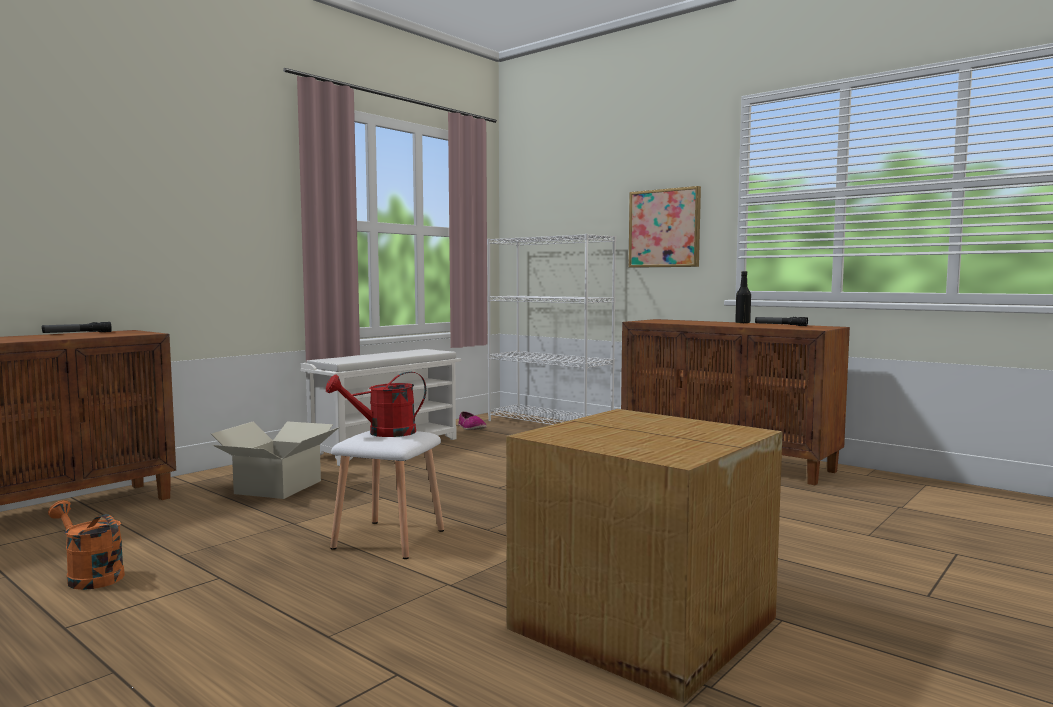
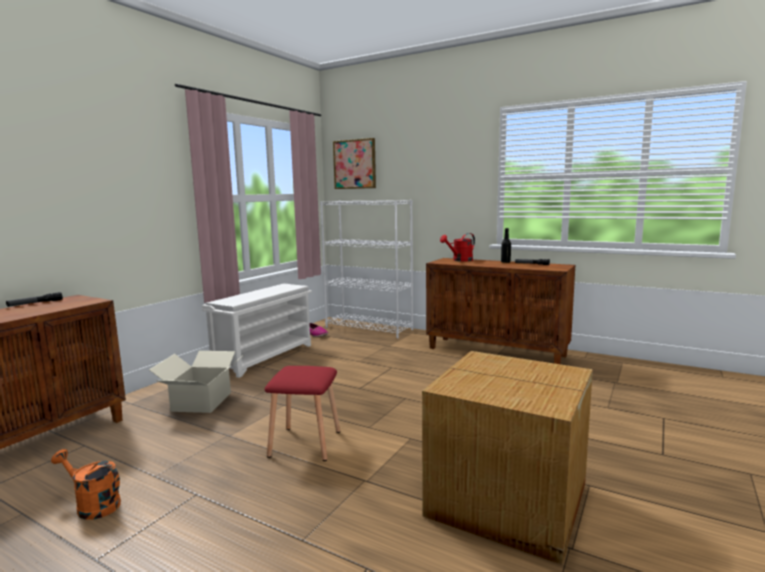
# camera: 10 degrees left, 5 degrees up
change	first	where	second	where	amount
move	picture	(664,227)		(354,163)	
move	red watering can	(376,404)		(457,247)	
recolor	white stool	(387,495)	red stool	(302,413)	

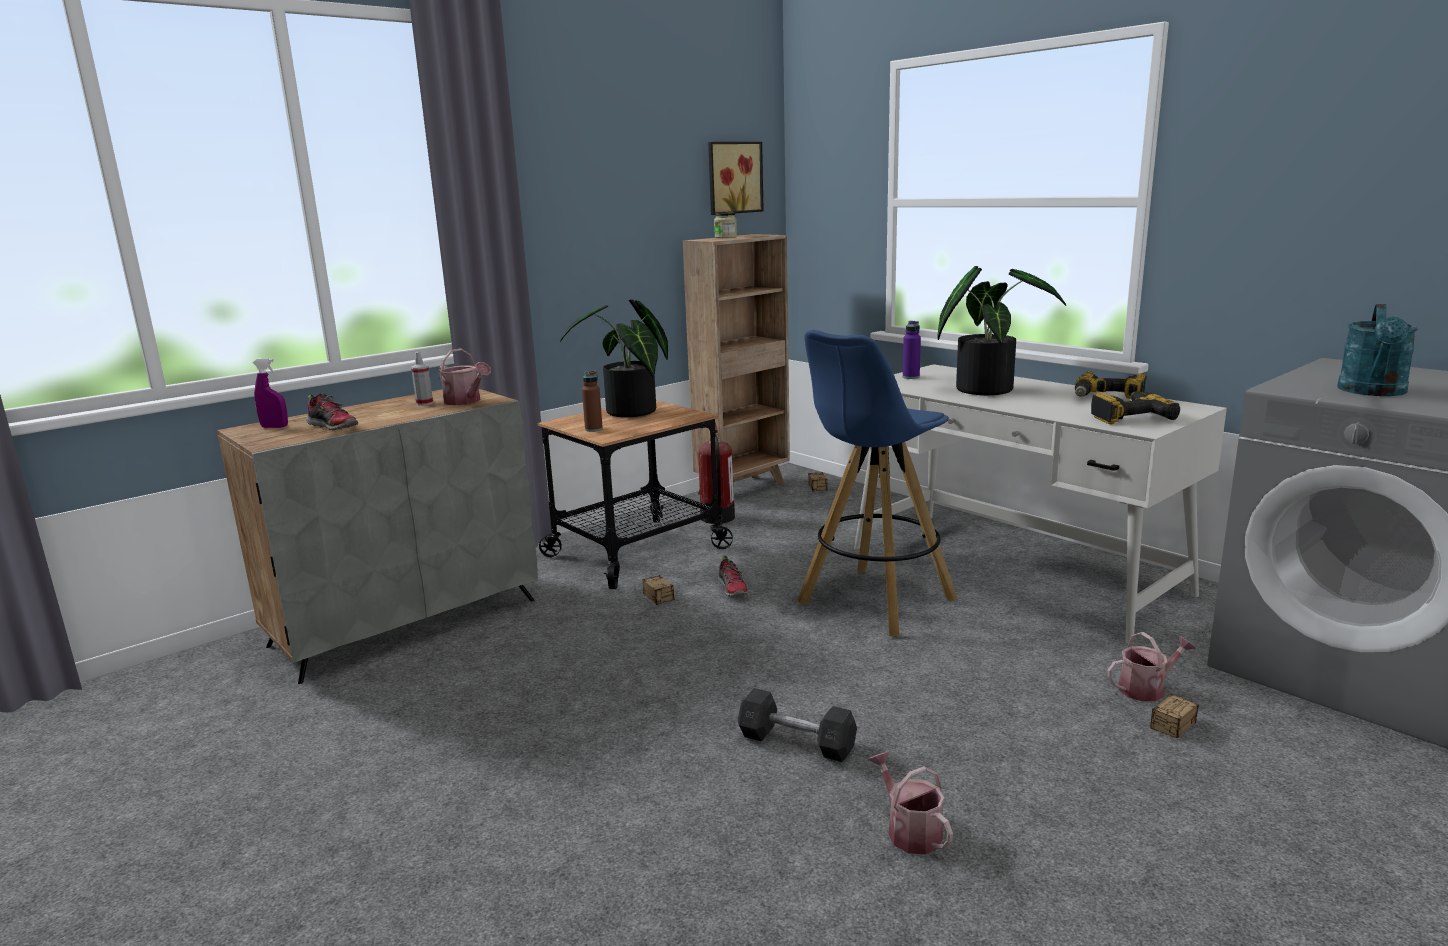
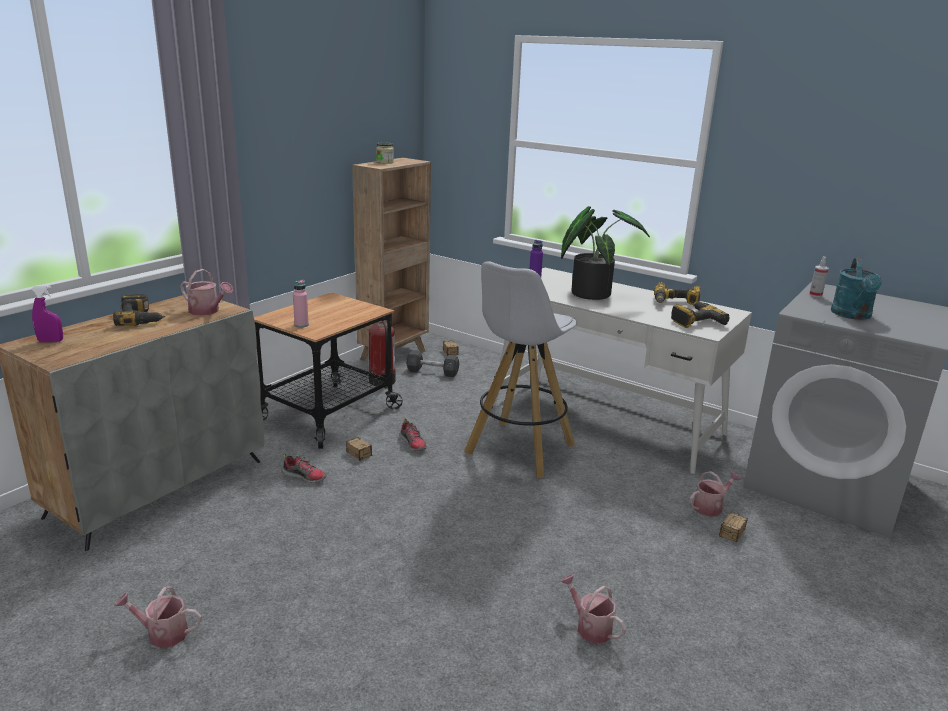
# camera: 15 degrees left, 5 degrees up
change	first	where	second	where	amount
delete	picture	(736,178)			
delete	potted plant	(614,358)			
recolor	blue stool	(877,483)	white stool	(520,370)	
move	spray bottle	(422,379)		(819,277)	
recolor	brown bottle	(592,401)	pink bottle	(301,304)	
move	shoe	(332,412)		(304,468)	
move	grey dumbbell	(797,725)		(432,363)	
insert			power drill	(139,310)	
insert			watering can	(158,617)	

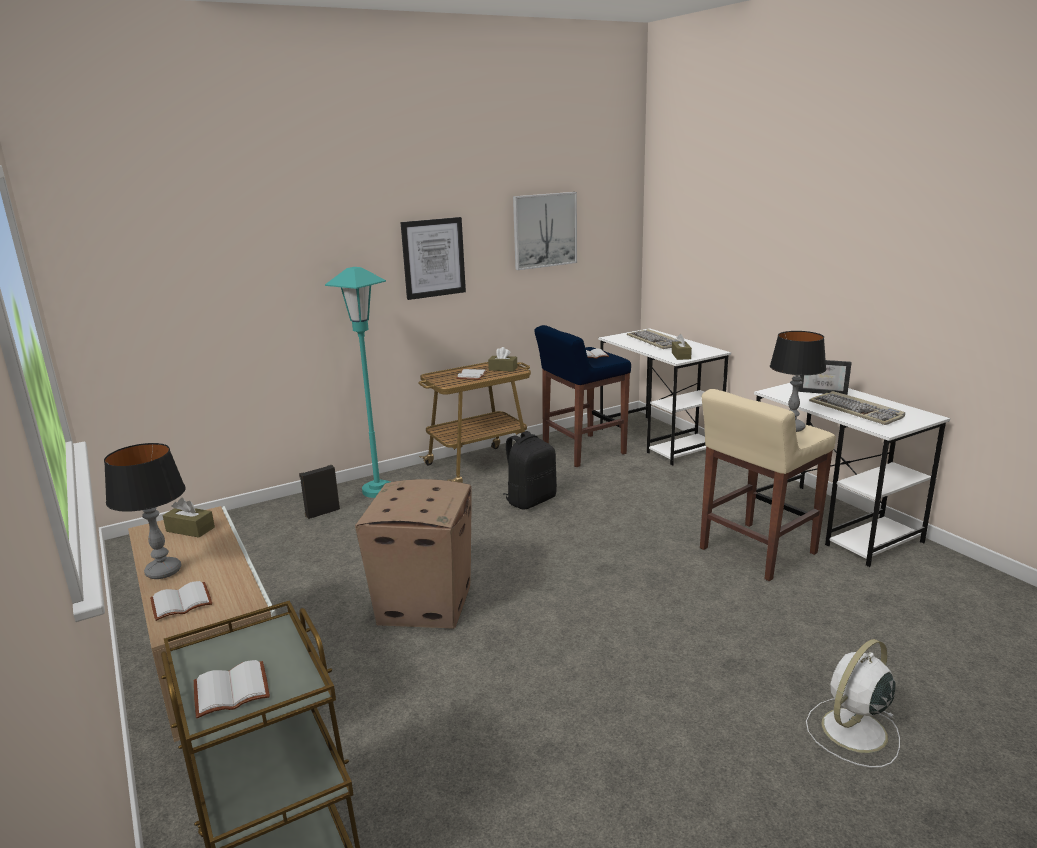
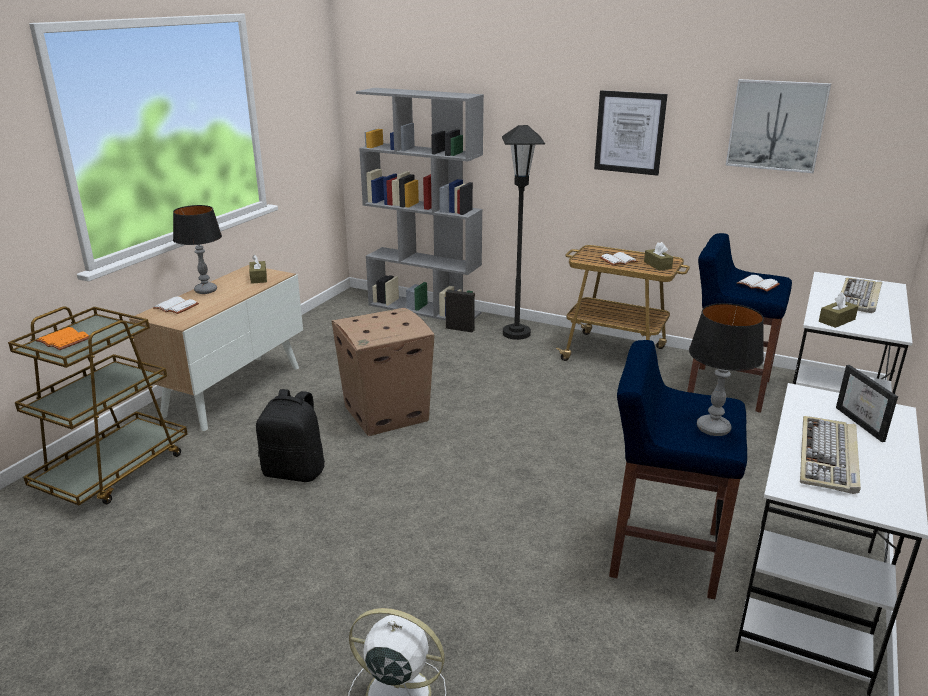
# camera: 55 degrees right, 5 degrees up
change	first	where	second	where	amount
recolor	turquoise floor lamp	(357,382)	black floor lamp	(523,232)	
recolor	beige stool	(768,485)	blue stool	(678,469)	
move	black backpack	(530,470)		(290,435)	
recolor	white book	(232,689)	orange book	(62,338)	
insert			grey bookcase	(420,204)	

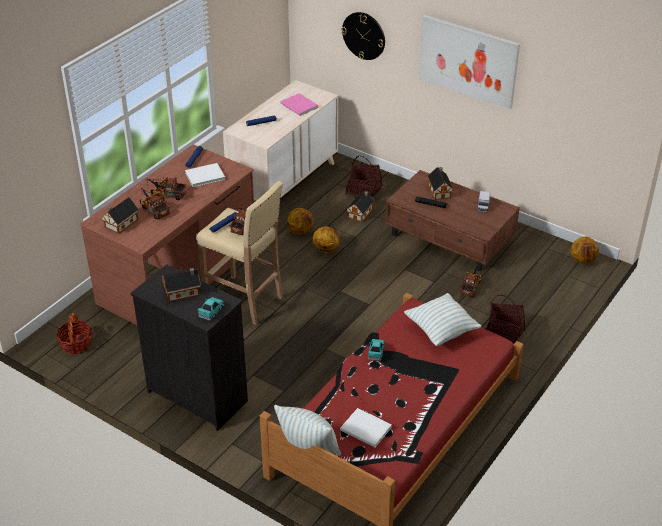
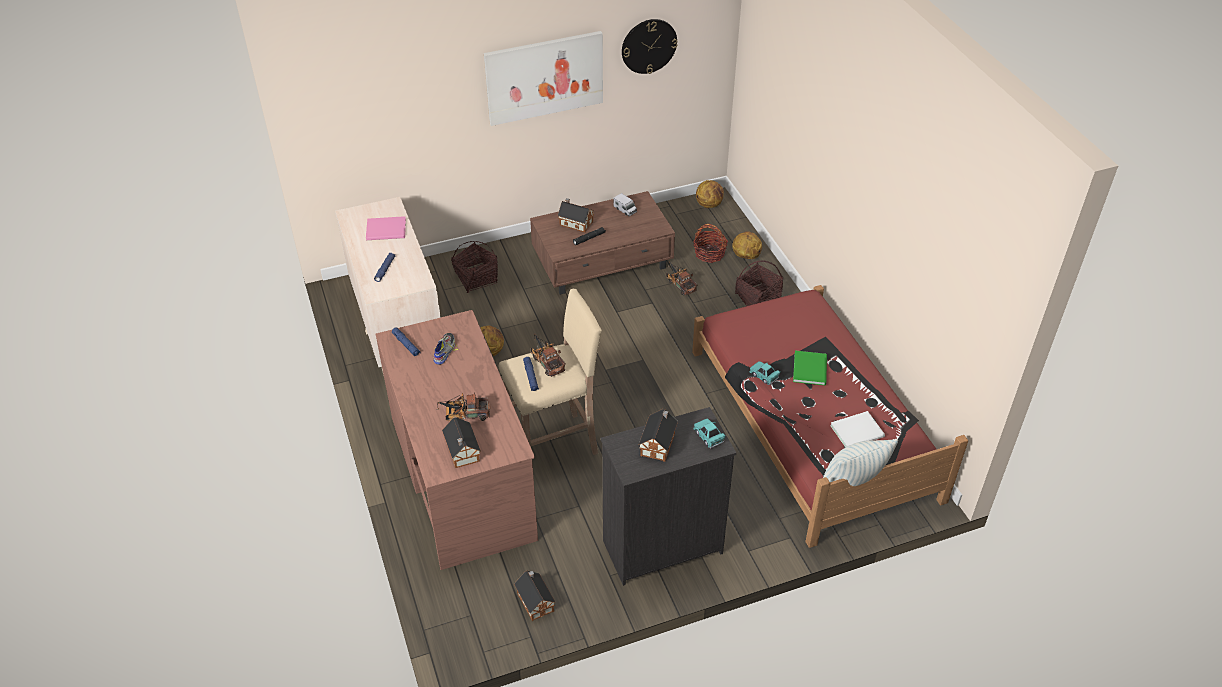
# camera: 55 degrees left, 5 degrees up
change	first	where	second	where	amount
move	wall clock	(363,36)		(649,46)	
replace	white book	(205,175)	shoe	(446,349)	
delete	toy truck	(166,188)			
move	toy house	(361,206)		(535,596)	
move	basketball	(326,239)		(747,245)	
delete	pillow	(443,319)			
move	basket	(74,333)		(710,243)	
insert			green book	(810,368)	

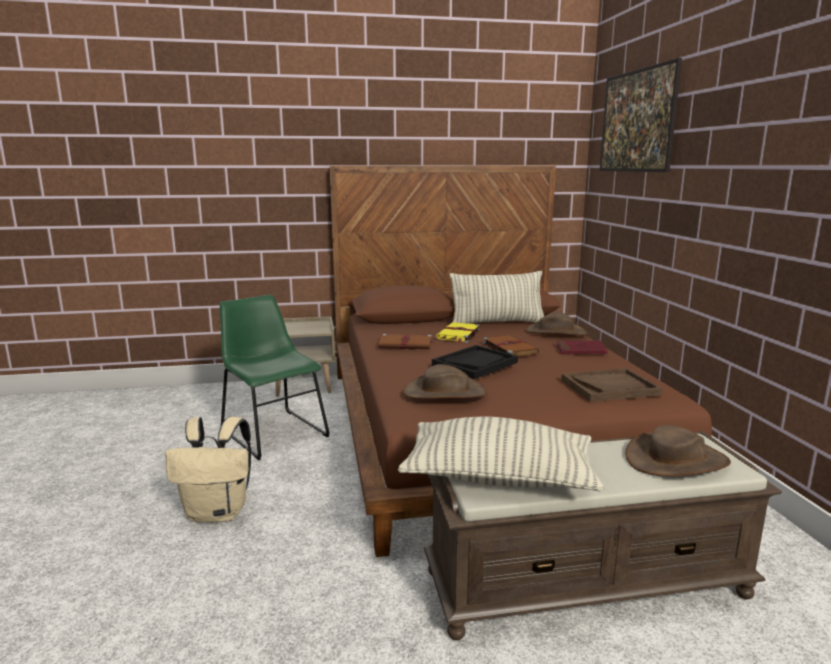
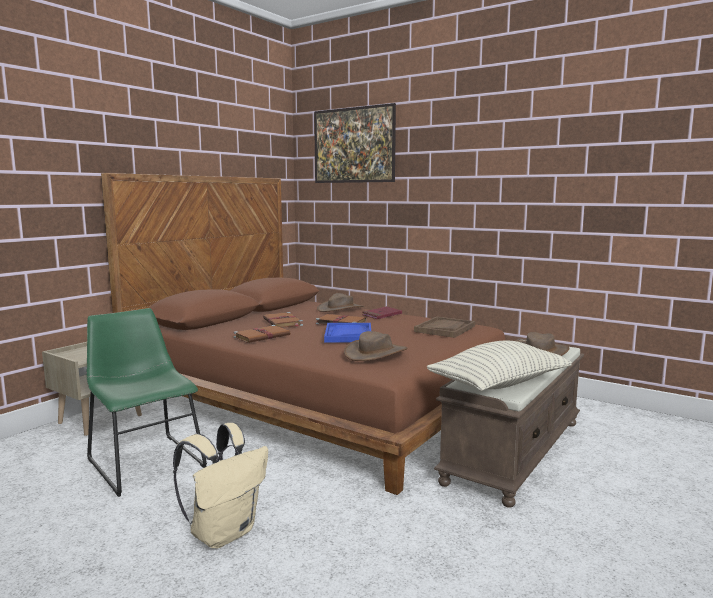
# camera: 45 degrees left, 5 degrees down
change	first	where	second	where	amount
delete	pillow	(497,297)			
rotate	green chair	(275,377)		(146,402)	45 degrees clockwise
recolor	yellow book	(458,332)	brown book	(283,320)	
recolor	black tray	(475,362)	blue tray	(347,333)	

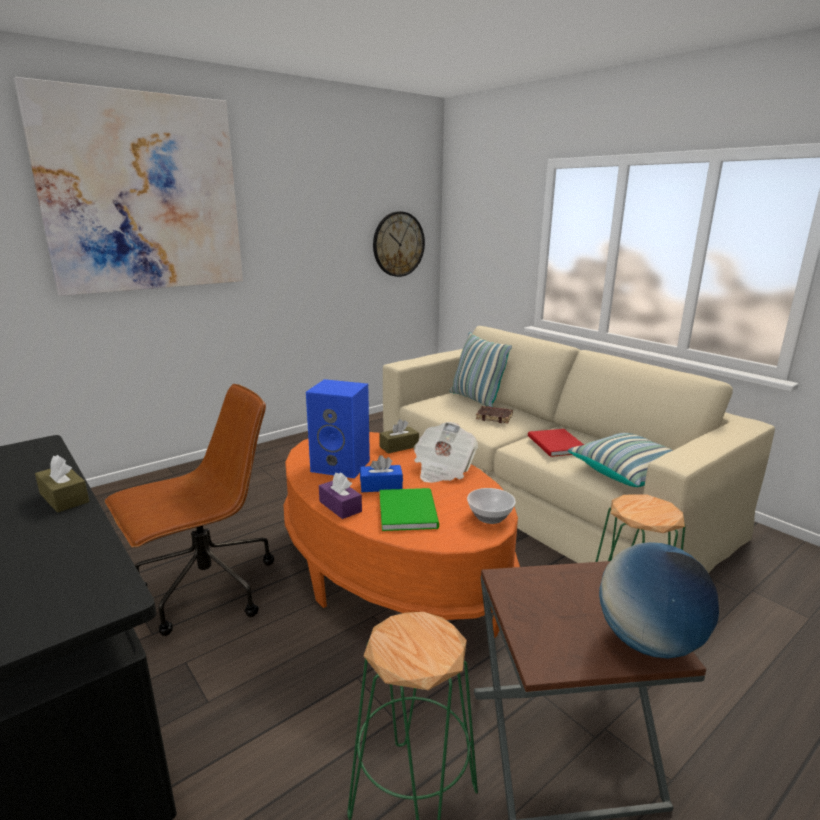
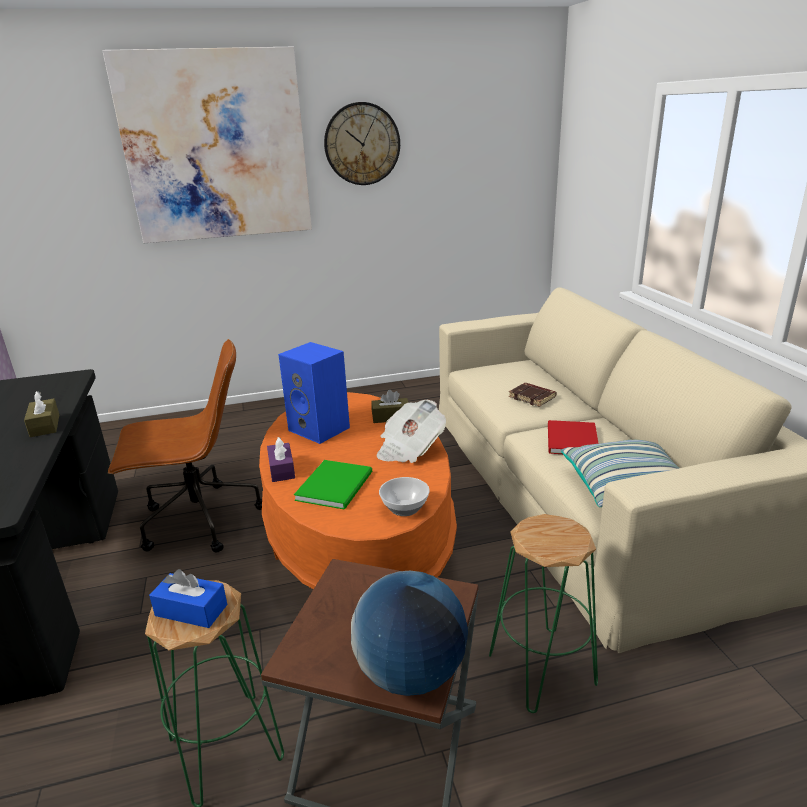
# camera: 25 degrees right, 5 degrees up
change	first	where	second	where	amount
move	wall clock	(399,244)		(362,143)	
delete	pillow	(481,369)			
move	blue tissue box	(381,473)		(188,598)	

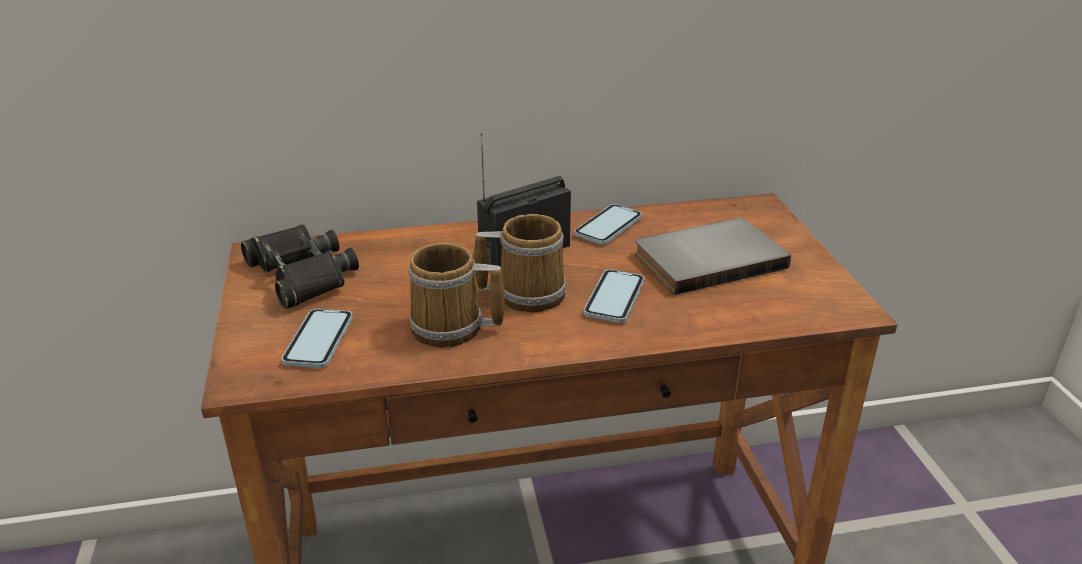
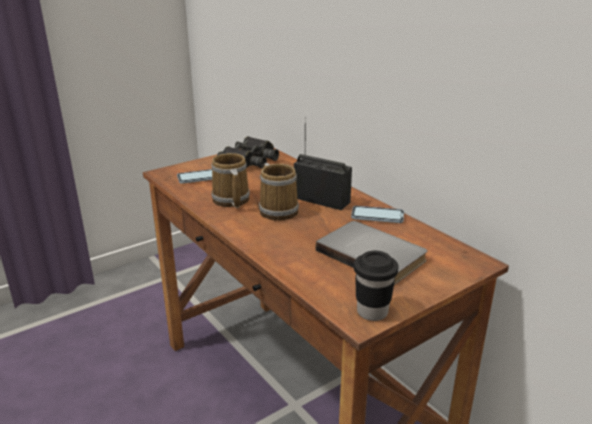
# camera: 65 degrees right, 5 degrees down
change	first	where	second	where	amount
delete	phone	(614,296)			
insert			black cup	(376,286)	

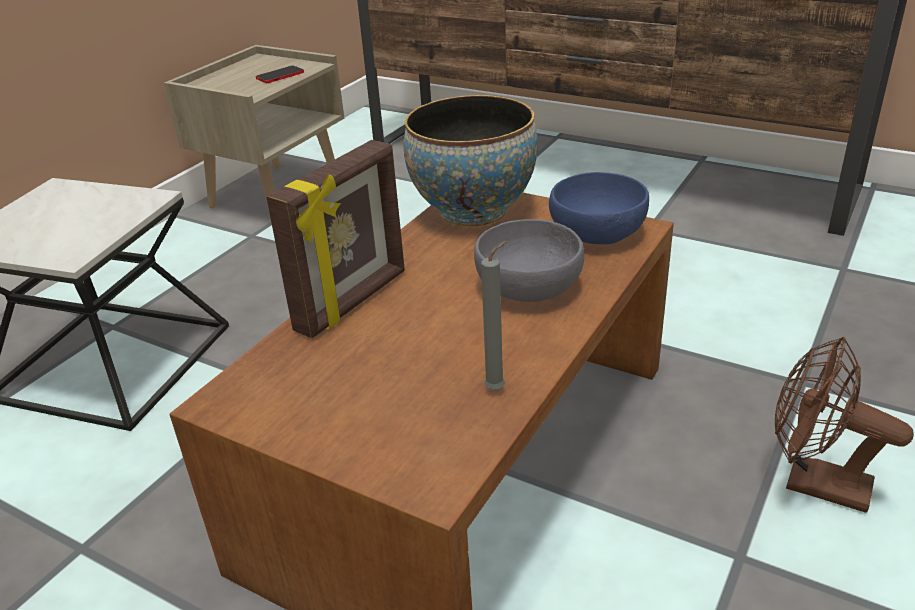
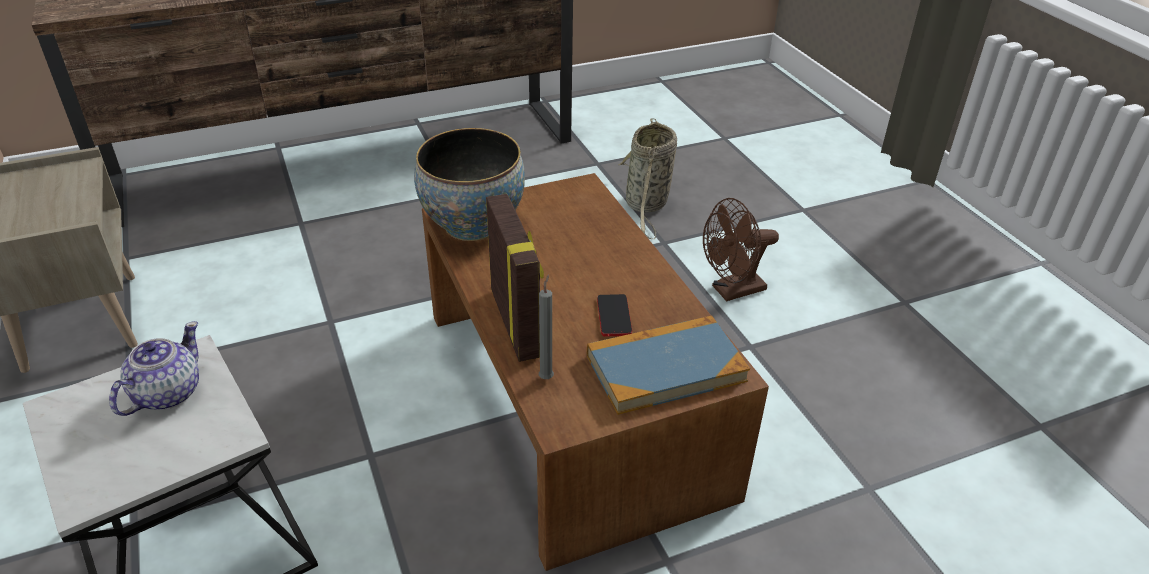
# camera: 55 degrees left, 5 degrees up
change	first	where	second	where	amount
move	phone	(280,74)		(614,315)	
delete	blue bowl	(599,208)			
delete	grey bowl	(529,260)			
move	grey candle	(494,315)		(546,326)	
insert			basket	(647,178)	
insert			book	(668,365)	
insert			teapot	(154,368)	

